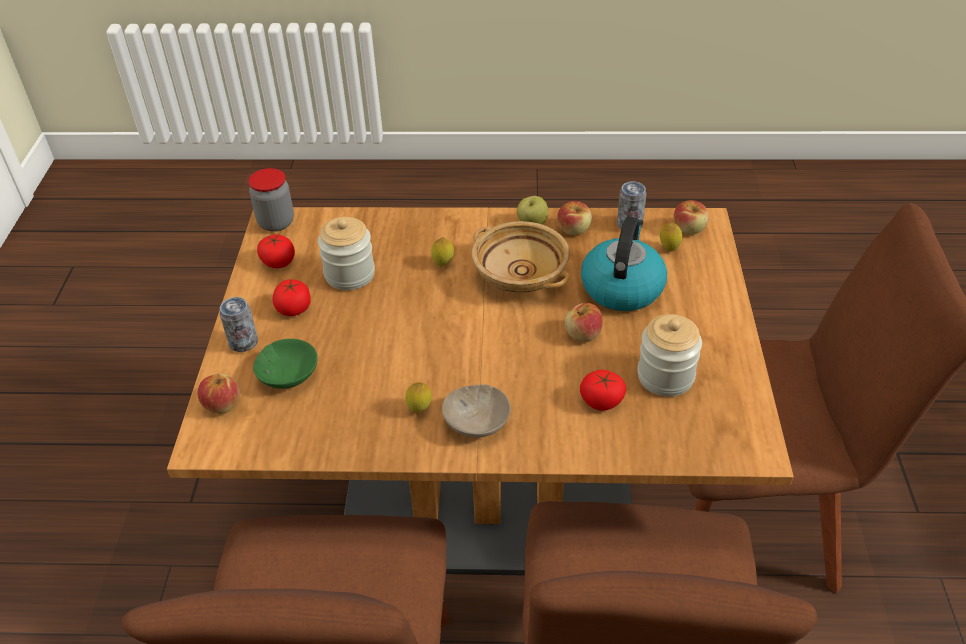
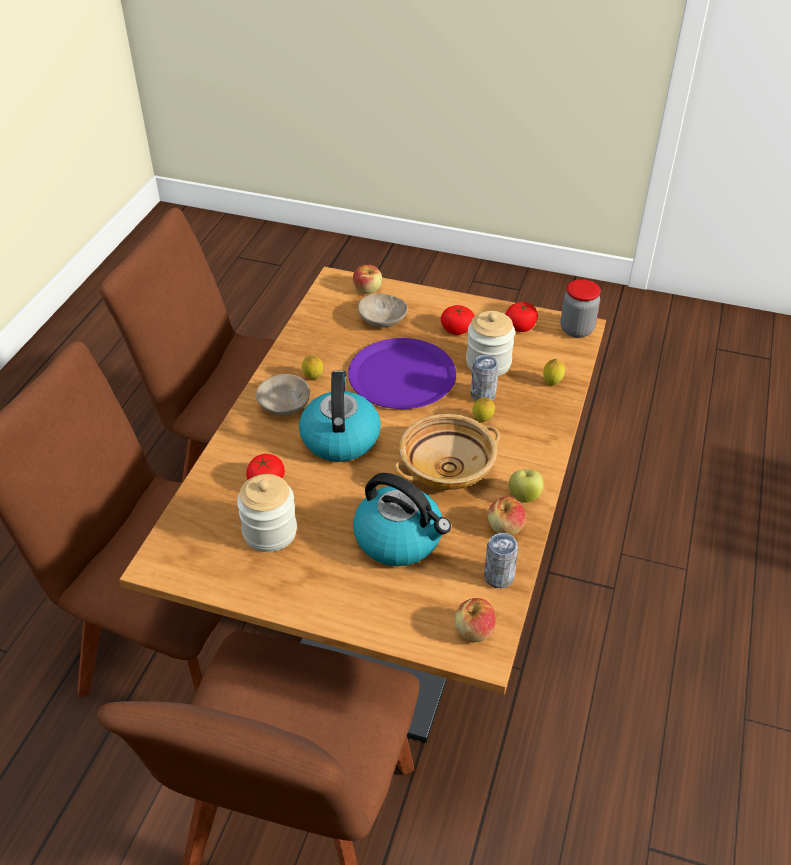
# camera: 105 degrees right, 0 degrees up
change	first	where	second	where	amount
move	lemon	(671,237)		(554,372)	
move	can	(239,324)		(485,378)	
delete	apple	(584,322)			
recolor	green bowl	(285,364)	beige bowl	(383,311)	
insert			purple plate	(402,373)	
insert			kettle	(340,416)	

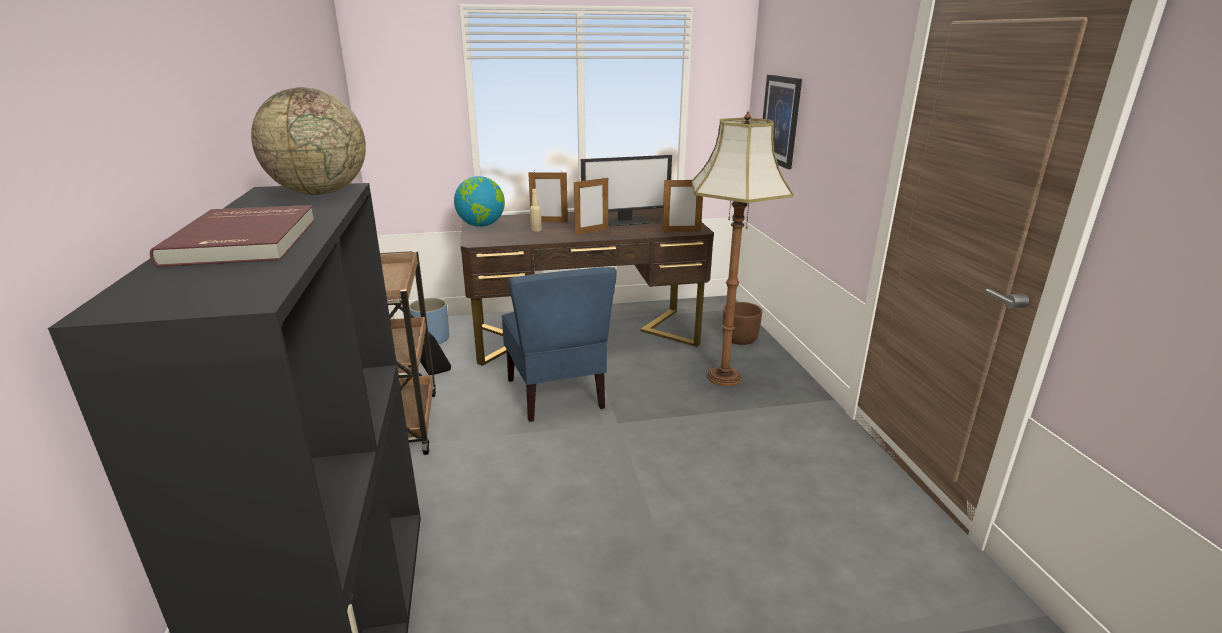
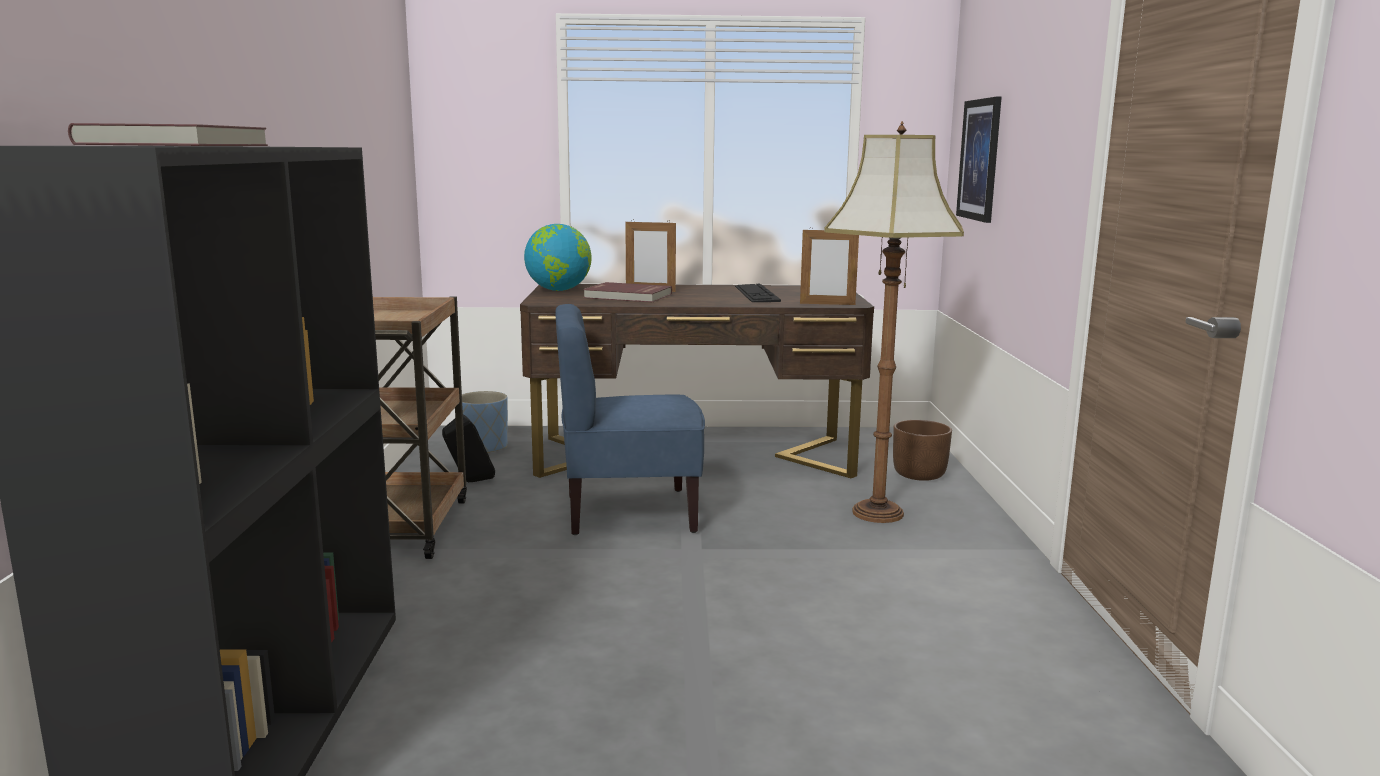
# camera: 10 degrees right, 10 degrees down
change	first	where	second	where	amount
delete	globe	(308,141)			
replace	monitor	(626,190)	keyboard	(758,293)	
delete	picture frame	(591,205)			
replace	beige bottle	(536,210)	red book	(627,292)	
rotate	blue chair	(559,344)		(630,419)	90 degrees clockwise

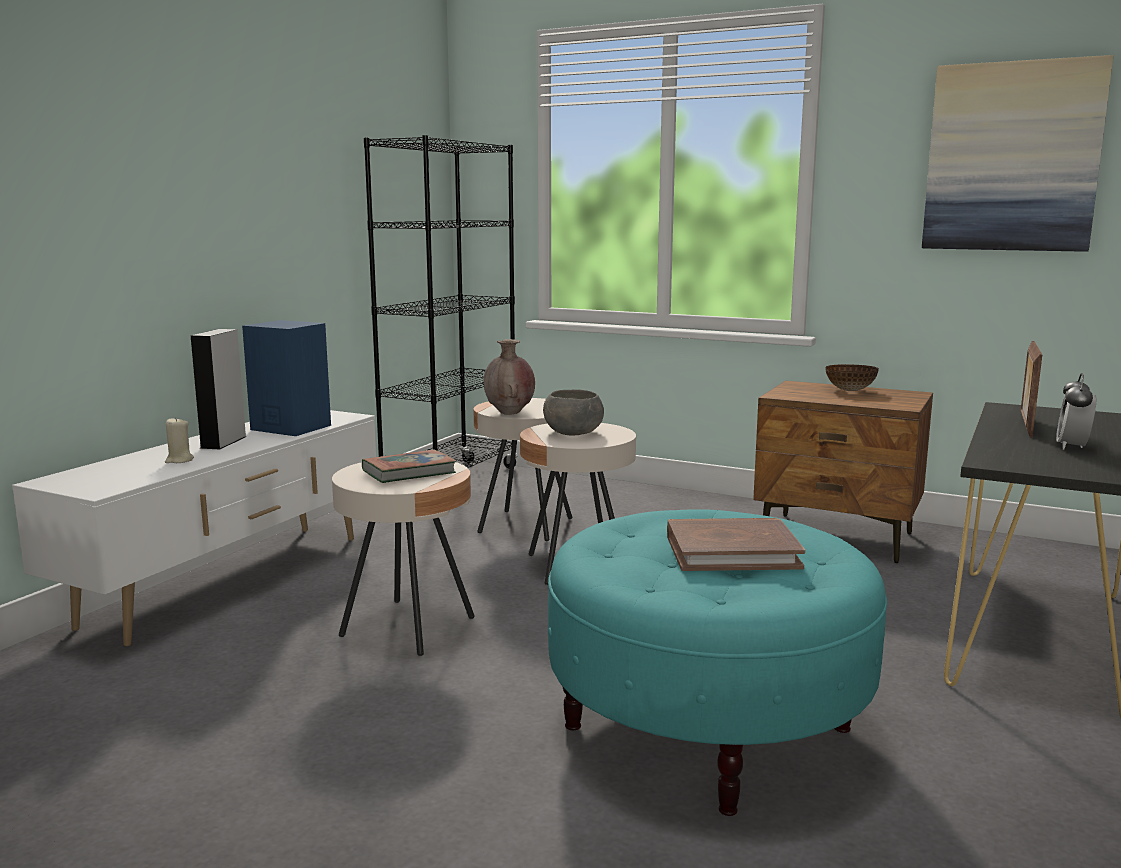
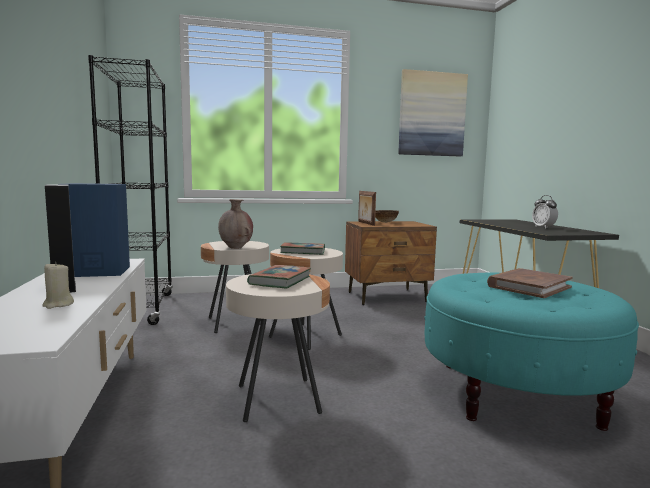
# camera: 40 degrees left, 5 degrees down
change	first	where	second	where	amount
move	picture frame	(1031,389)		(367,208)	
replace	grey bowl	(573,412)	book	(302,248)	

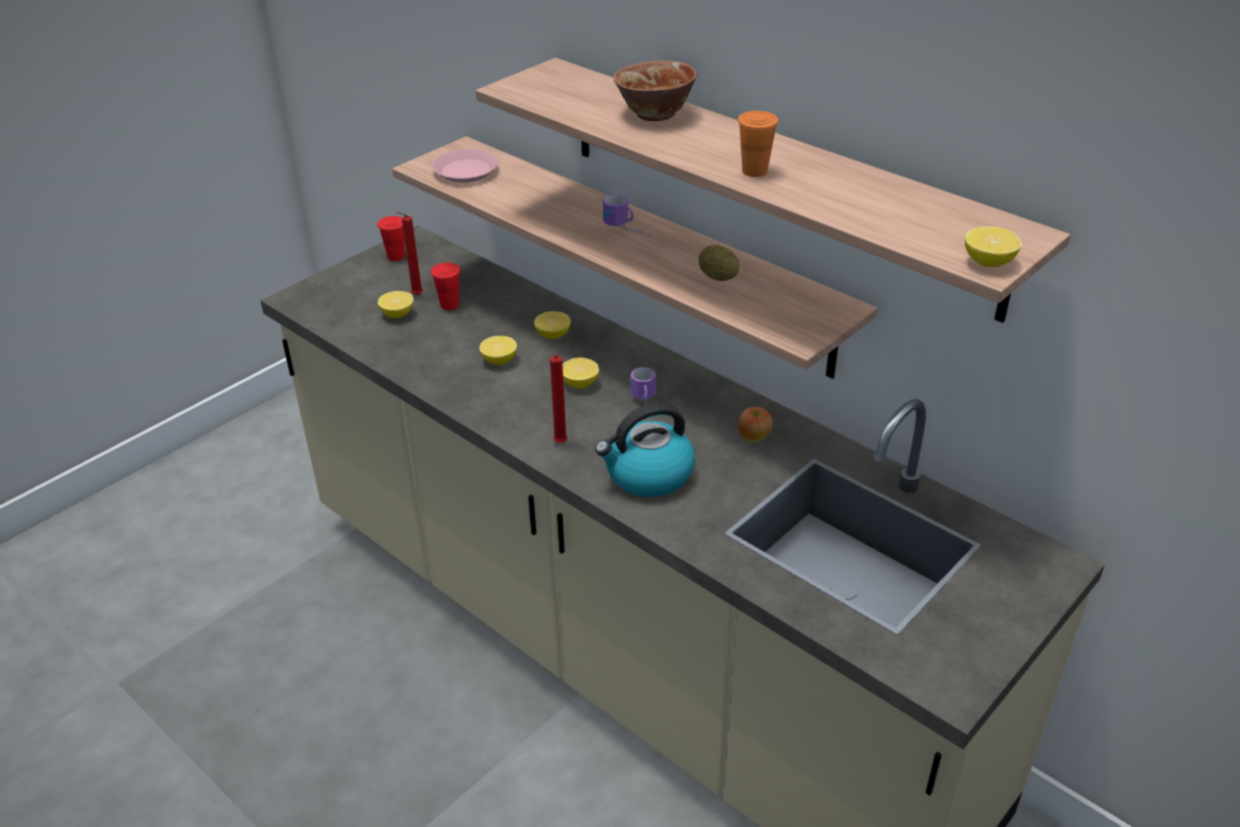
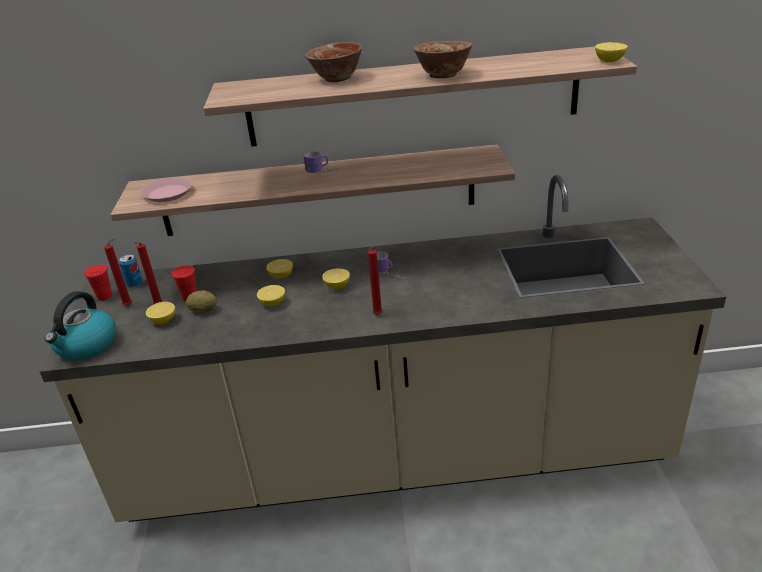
# camera: 45 degrees left, 5 degrees down
change	first	where	second	where	amount
replace	orange cup	(758,144)	bowl	(443,59)	
move	potato	(719,263)		(201,301)	
move	kettle	(645,450)		(80,325)	
delete	apple	(755,425)			
insert			red candle	(118,272)	
insert			can	(131,270)	

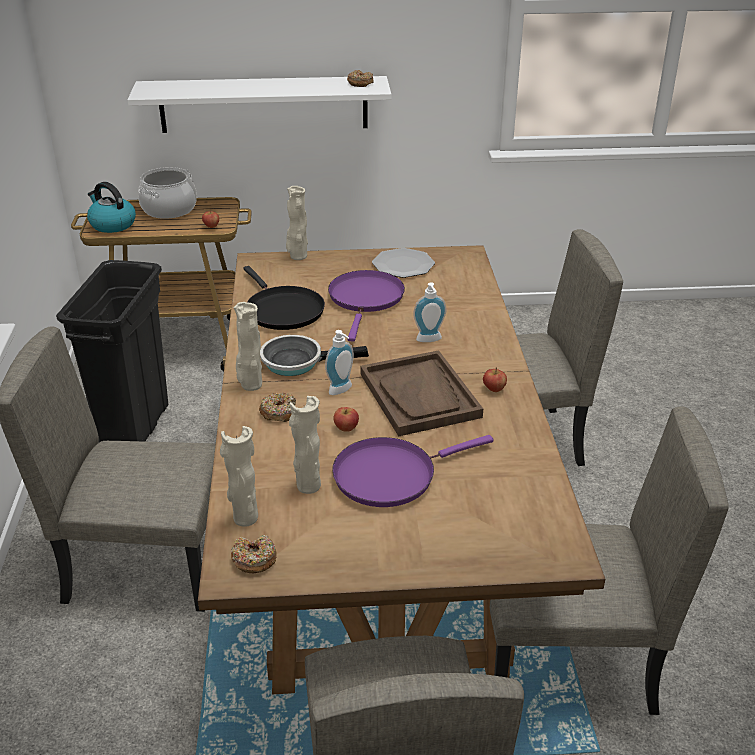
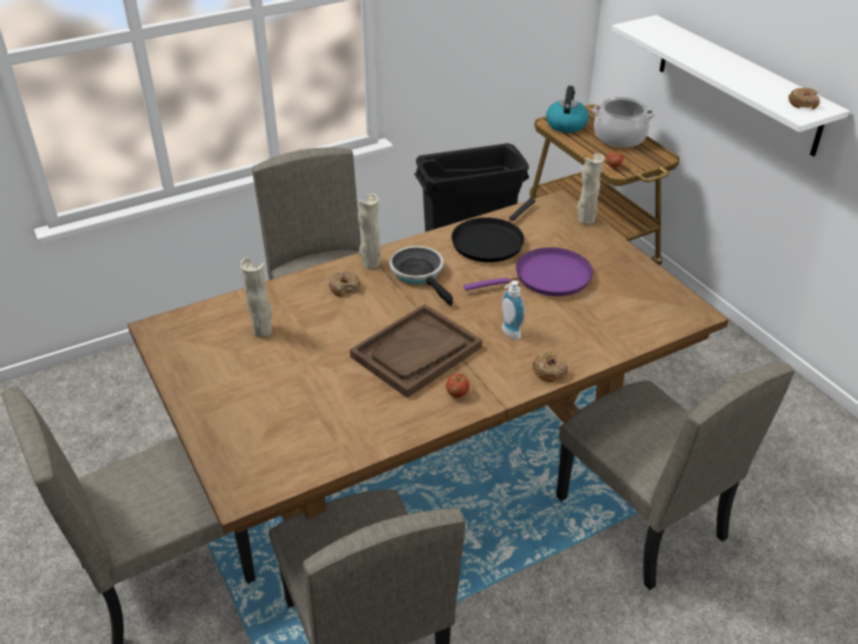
# camera: 65 degrees right, 5 degrees up
change	first	where	second	where	amount
delete	plate	(403,263)			
delete	soap dispenser	(339,362)			
delete	apple	(346,419)			
delete	beige vase	(239,476)			
delete	purple frying pan	(413,471)			
move	donut	(254,554)		(550,366)	

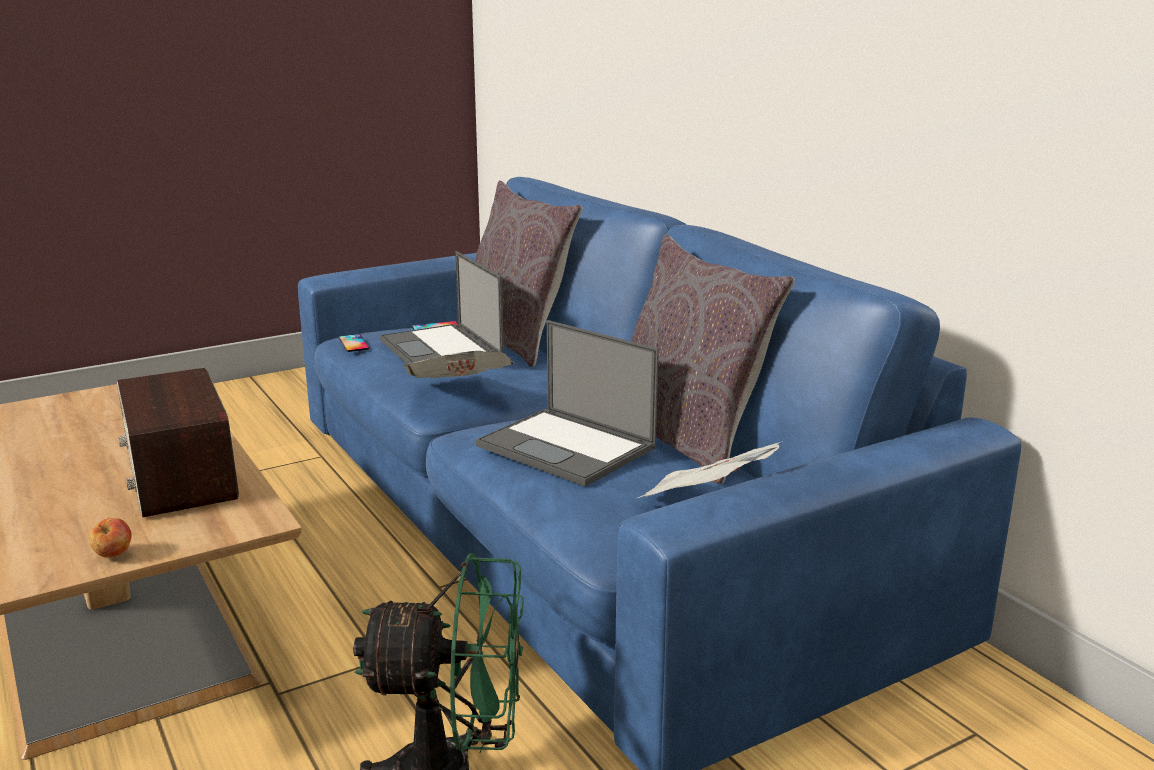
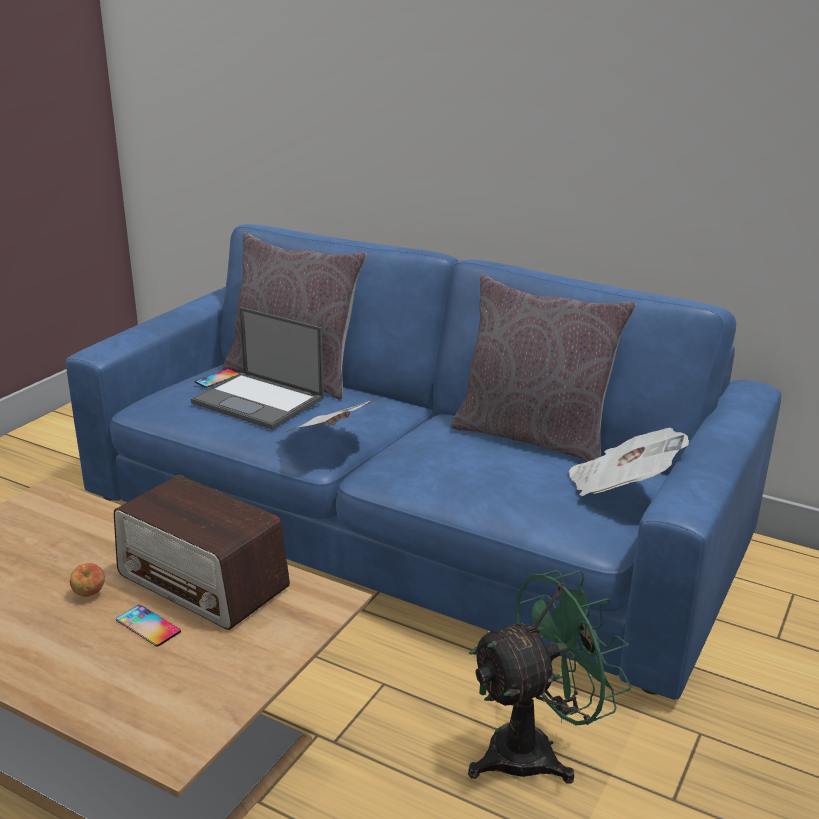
# camera: 30 degrees left, 5 degrees up
change	first	where	second	where	amount
delete	laptop	(567,403)			
move	phone	(354,343)		(148,626)	
move	apple	(110,537)		(87,580)	

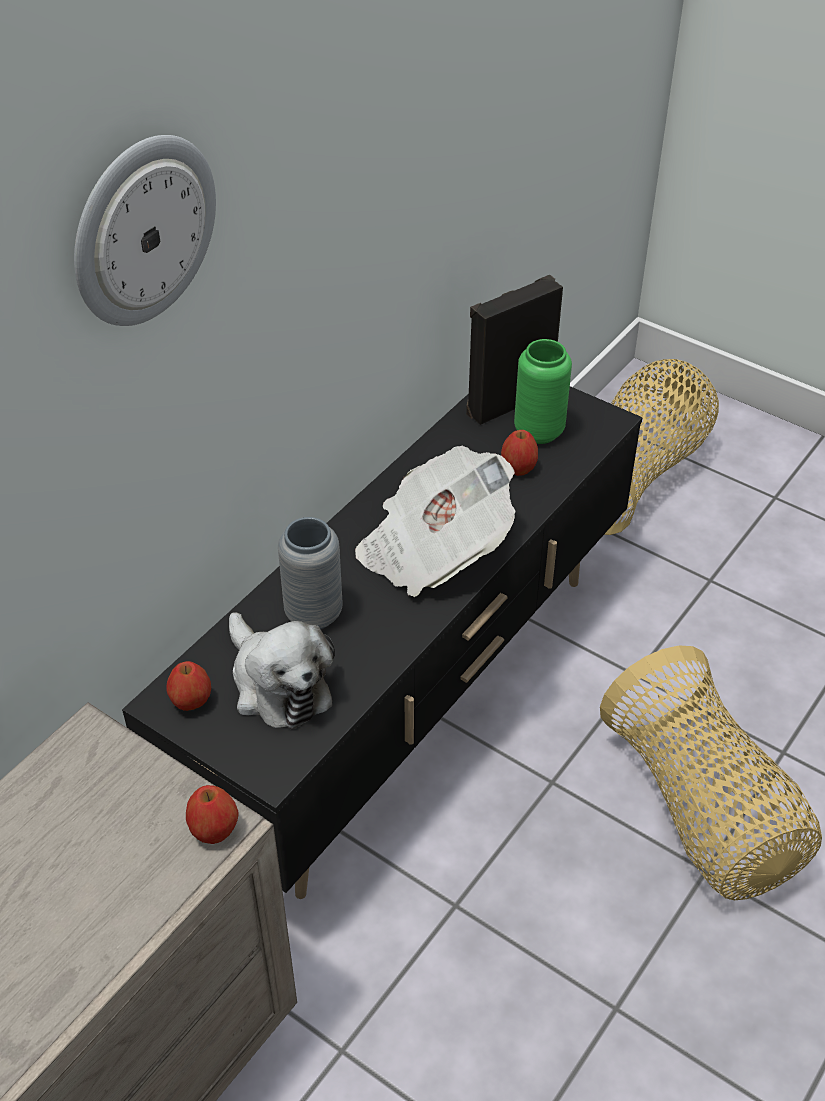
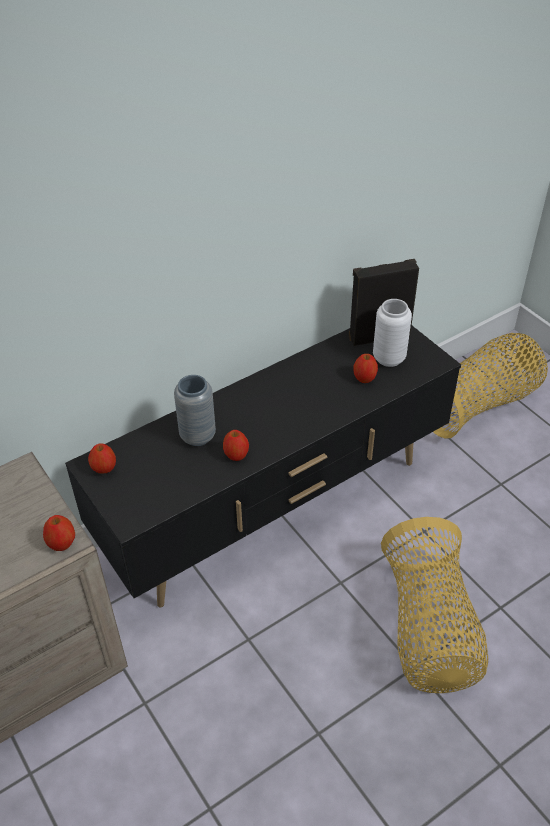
# camera: 20 degrees right, 0 degrees up
change	first	where	second	where	amount
delete	wall clock	(145,230)			
recolor	green vase	(543,391)	white vase	(392,333)	
delete	newspaper	(435,521)			
delete	plush toy	(282,671)			
insert			apple	(236,445)	

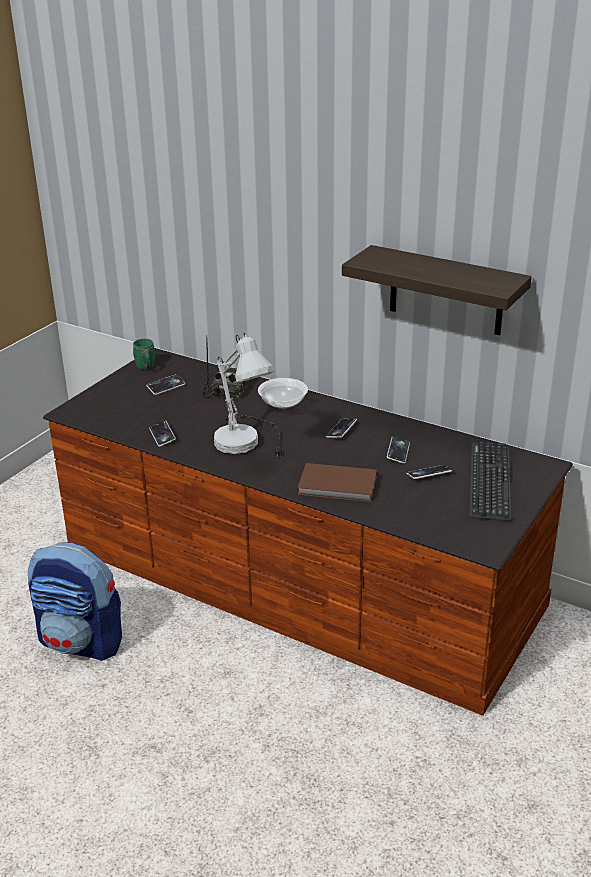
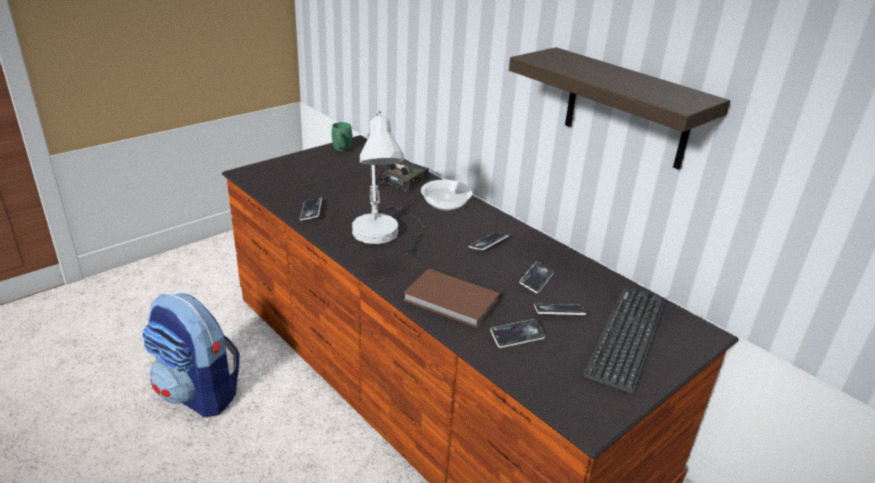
# camera: 15 degrees right, 0 degrees up
change	first	where	second	where	amount
move	phone	(165,384)		(517,333)	

